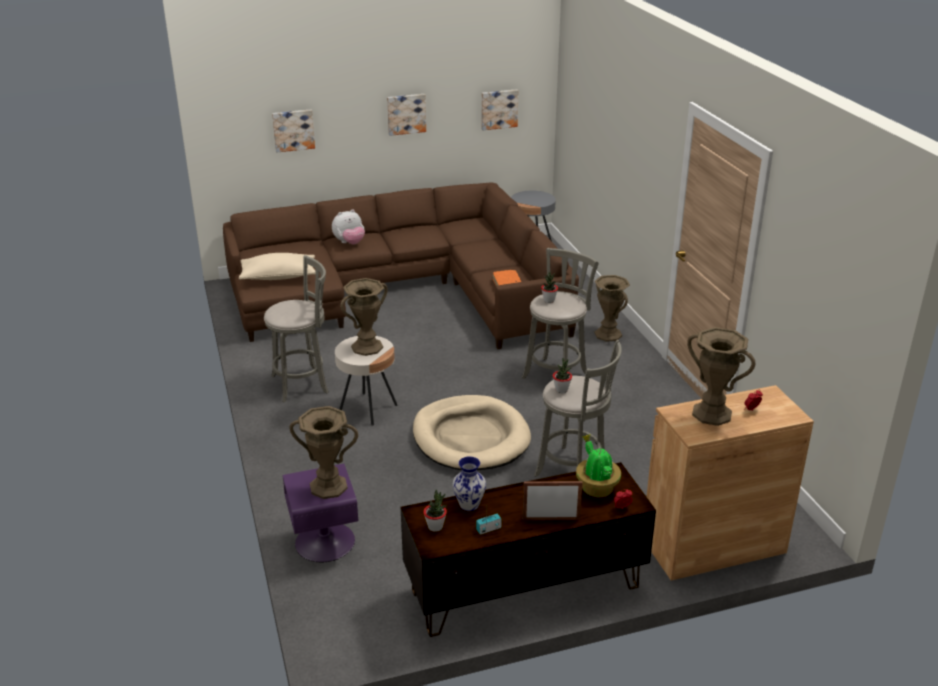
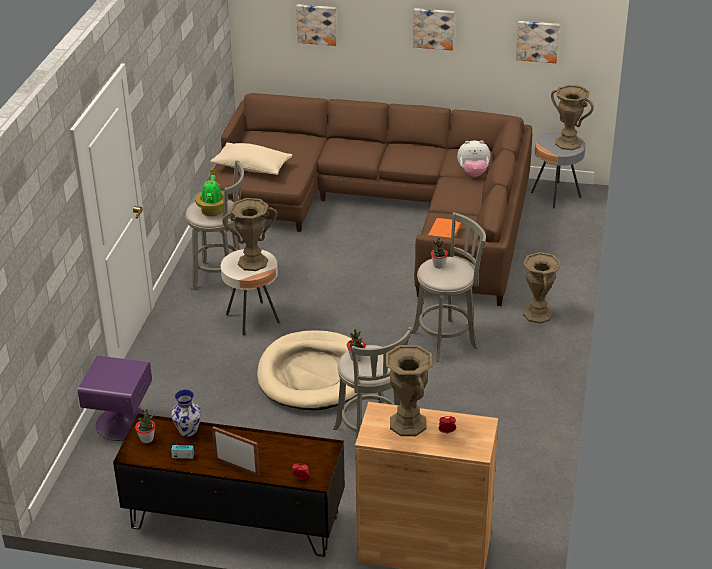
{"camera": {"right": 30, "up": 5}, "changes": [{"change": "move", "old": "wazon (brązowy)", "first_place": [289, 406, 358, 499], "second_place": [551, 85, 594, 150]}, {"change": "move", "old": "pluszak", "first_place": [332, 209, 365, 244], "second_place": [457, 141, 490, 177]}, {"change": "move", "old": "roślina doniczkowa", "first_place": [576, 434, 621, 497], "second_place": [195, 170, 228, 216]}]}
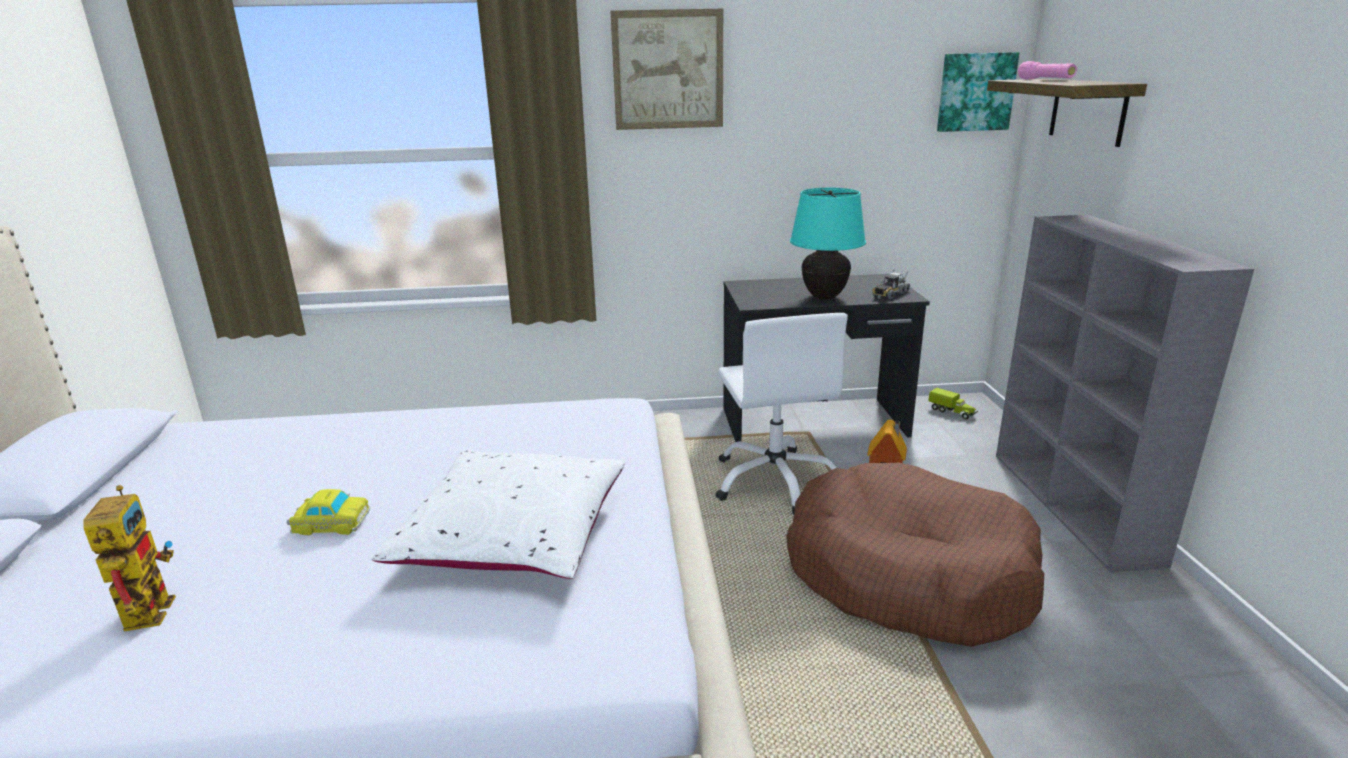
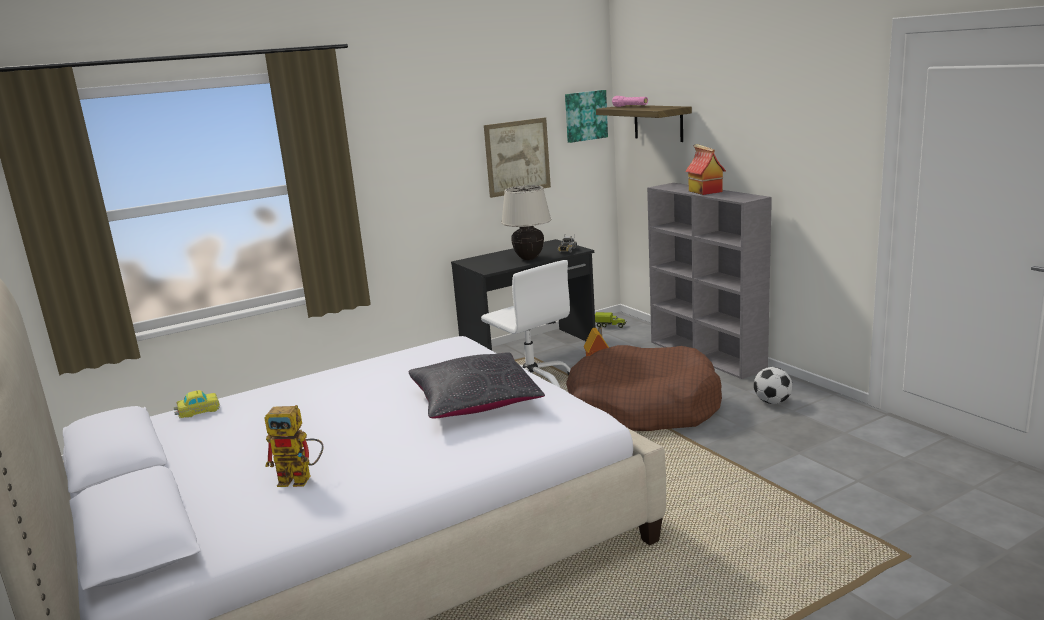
{"camera": {"right": -25, "up": -5}, "changes": [{"change": "rotate", "old": "robot zabawkowy", "first_place": [83, 485, 176, 631], "second_place": [264, 405, 324, 487], "degrees": 135}, {"change": "move", "old": "samochodzik", "first_place": [287, 489, 370, 535], "second_place": [173, 390, 220, 418]}, {"change": "recolor", "old": "poduszka (biały)", "new": "poduszka (czarny)", "first_place": [372, 450, 625, 579], "second_place": [409, 352, 545, 418]}, {"change": "move", "old": "obraz", "first_place": [610, 9, 723, 130], "second_place": [484, 118, 551, 198]}, {"change": "recolor", "old": "lampa stołowa (turkusowy)", "new": "lampa stołowa (beżowy)", "first_place": [790, 188, 866, 300], "second_place": [501, 185, 551, 260]}, {"change": "insert", "new": "domek", "second_place": [685, 144, 726, 195]}, {"change": "insert", "new": "piłka futbolowa", "second_place": [754, 367, 792, 404]}]}
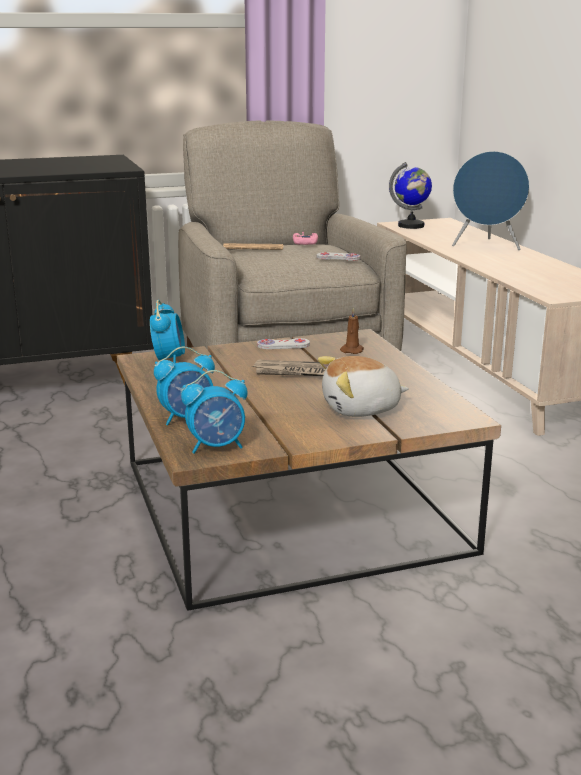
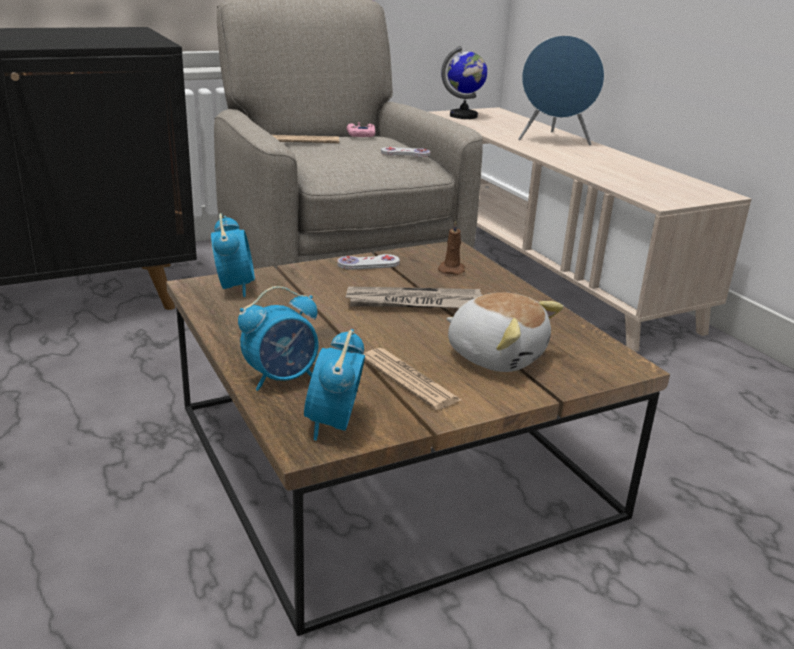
{"camera": {"right": -10, "up": 5}, "changes": [{"change": "rotate", "old": "budzik", "first_place": [181, 370, 248, 454], "second_place": [304, 329, 365, 440], "degrees": 120}, {"change": "rotate", "old": "pluszak", "first_place": [318, 356, 409, 417], "second_place": [446, 292, 564, 372], "degrees": -120}, {"change": "insert", "new": "gazeta", "second_place": [363, 348, 461, 410]}]}
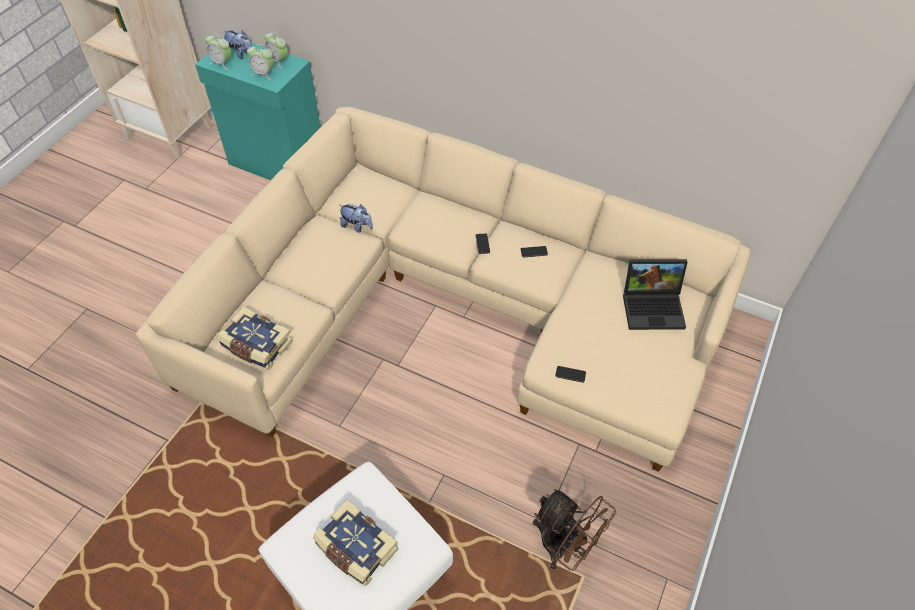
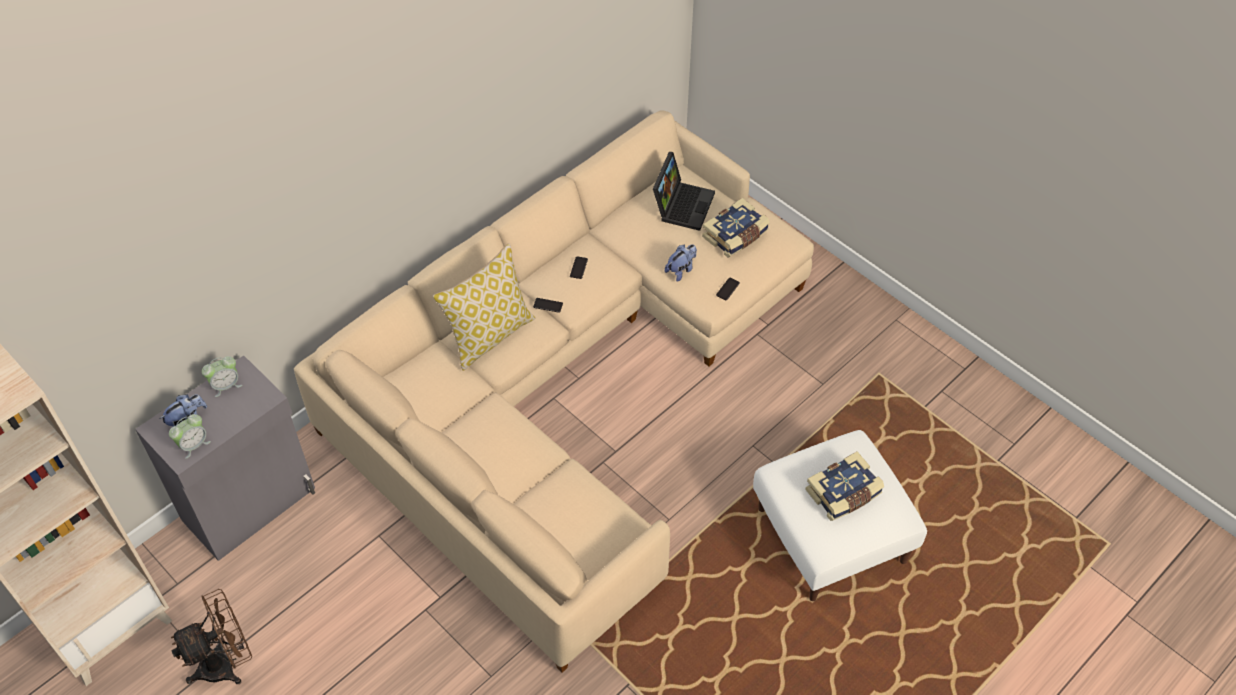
{"camera": {"right": -70, "up": 0}, "changes": [{"change": "recolor", "old": "szafka (turkusowy)", "new": "szafka (szary)", "first_place": [195, 42, 321, 180], "second_place": [135, 355, 315, 561]}, {"change": "move", "old": "książka", "first_place": [217, 306, 293, 370], "second_place": [702, 198, 770, 258]}, {"change": "delete", "old": "budzik", "first_place": [247, 44, 274, 80]}, {"change": "move", "old": "pluszak", "first_place": [340, 204, 373, 233], "second_place": [665, 244, 697, 282]}, {"change": "move", "old": "wentylator (brązowy)", "first_place": [533, 489, 616, 571], "second_place": [171, 589, 252, 684]}, {"change": "insert", "new": "poduszka", "second_place": [433, 243, 535, 371]}]}
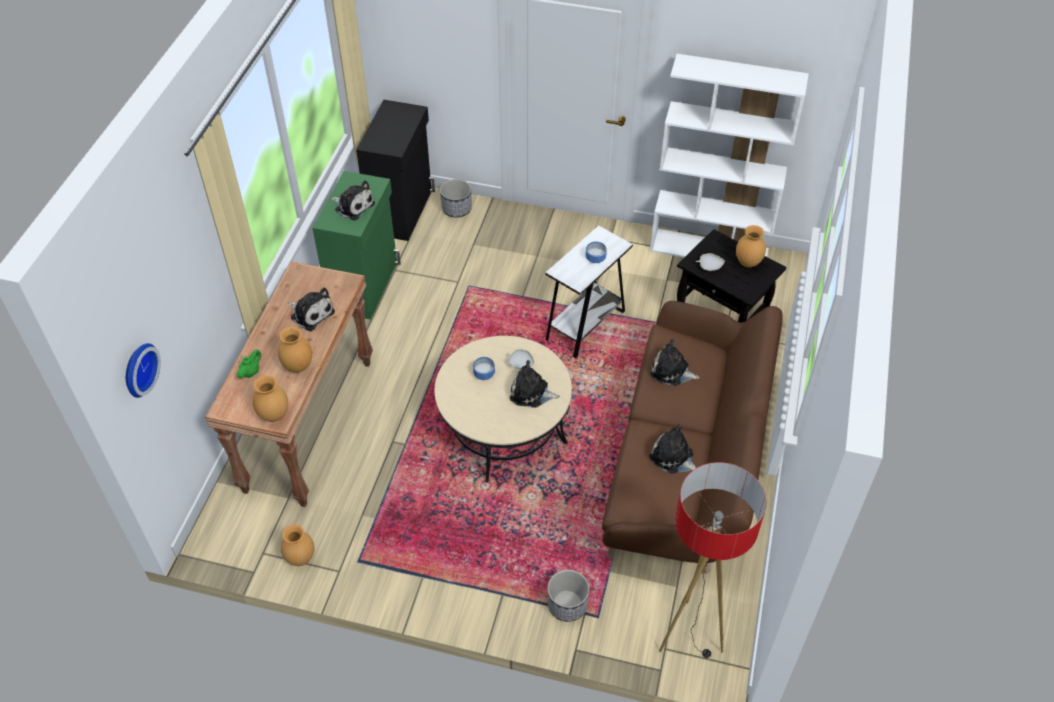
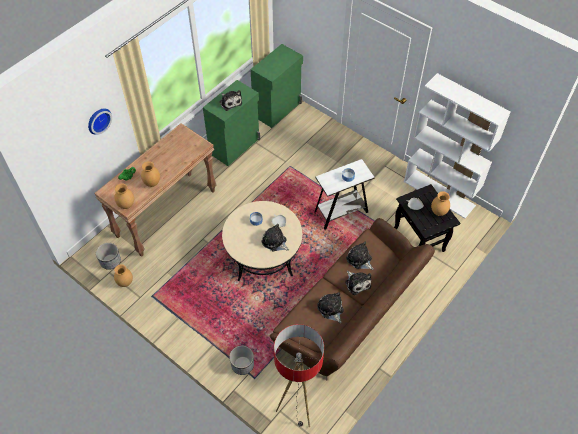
{"camera": {"right": 25, "up": 5}, "changes": [{"change": "move", "old": "zegar ścienny", "first_place": [126, 343, 161, 398], "second_place": [88, 109, 112, 135]}, {"change": "move", "old": "pluszak", "first_place": [288, 287, 335, 331], "second_place": [345, 271, 371, 295]}, {"change": "recolor", "old": "szafka (czarny)", "new": "szafka (zielony)", "first_place": [356, 100, 435, 241], "second_place": [250, 44, 303, 128]}, {"change": "move", "old": "donica", "first_place": [440, 179, 472, 217], "second_place": [96, 243, 121, 270]}]}
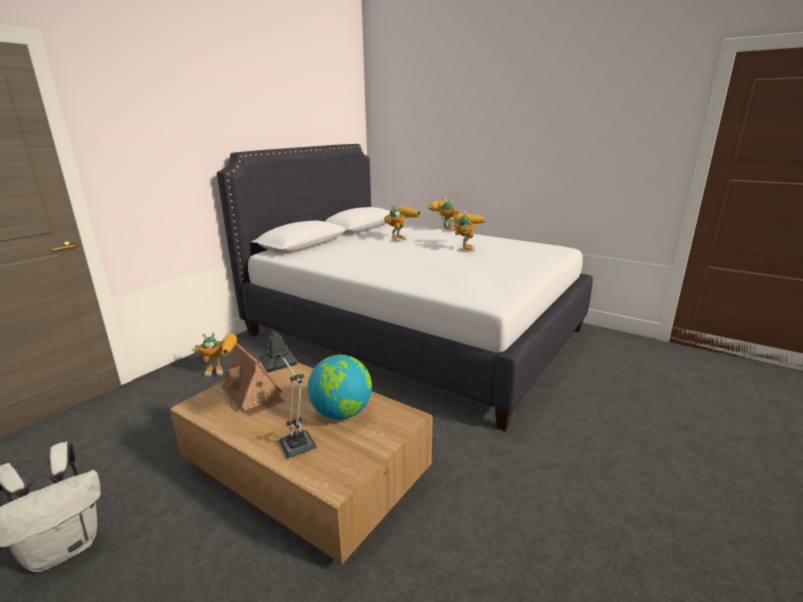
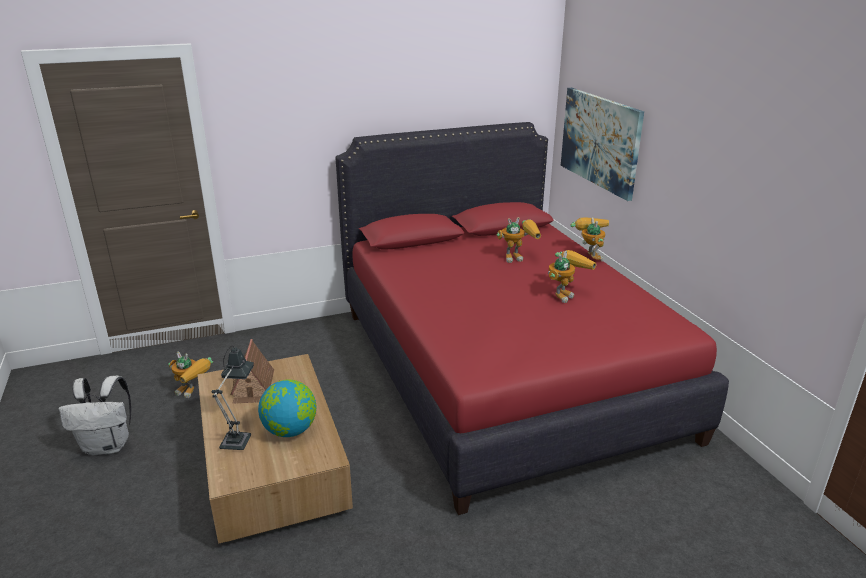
{"camera": {"right": 35, "up": 5}, "changes": [{"change": "move", "old": "robot zabawkowy", "first_place": [192, 332, 237, 377], "second_place": [168, 352, 213, 398]}, {"change": "recolor", "old": "łóżko (biały)", "new": "łóżko (czerwony)", "first_place": [217, 144, 593, 431], "second_place": [335, 122, 729, 515]}, {"change": "insert", "new": "obraz", "second_place": [561, 88, 644, 201]}]}
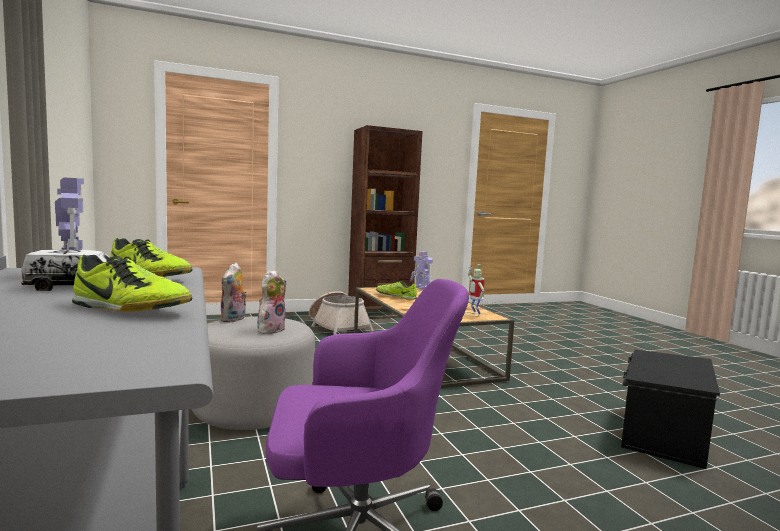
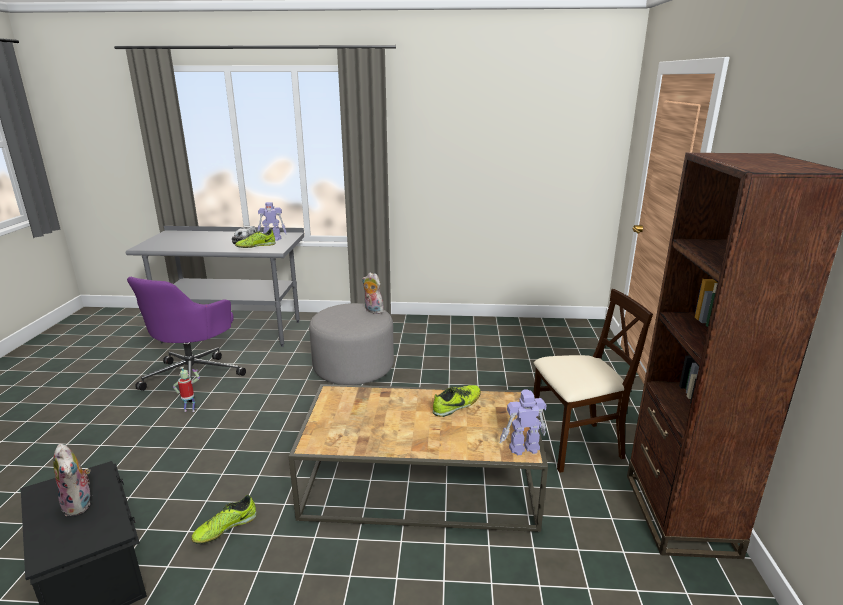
{"camera": {"right": 115, "up": 15}, "changes": [{"change": "move", "old": "but", "first_place": [72, 255, 192, 312], "second_place": [191, 495, 257, 544]}, {"change": "move", "old": "pluszak", "first_place": [257, 270, 286, 334], "second_place": [53, 444, 90, 516]}, {"change": "replace", "old": "koszyk", "new": "krzesło (beżowy)", "first_place": [309, 291, 374, 335], "second_place": [533, 289, 653, 473]}, {"change": "move", "old": "robot zabawkowy", "first_place": [468, 265, 485, 316], "second_place": [173, 367, 200, 412]}]}
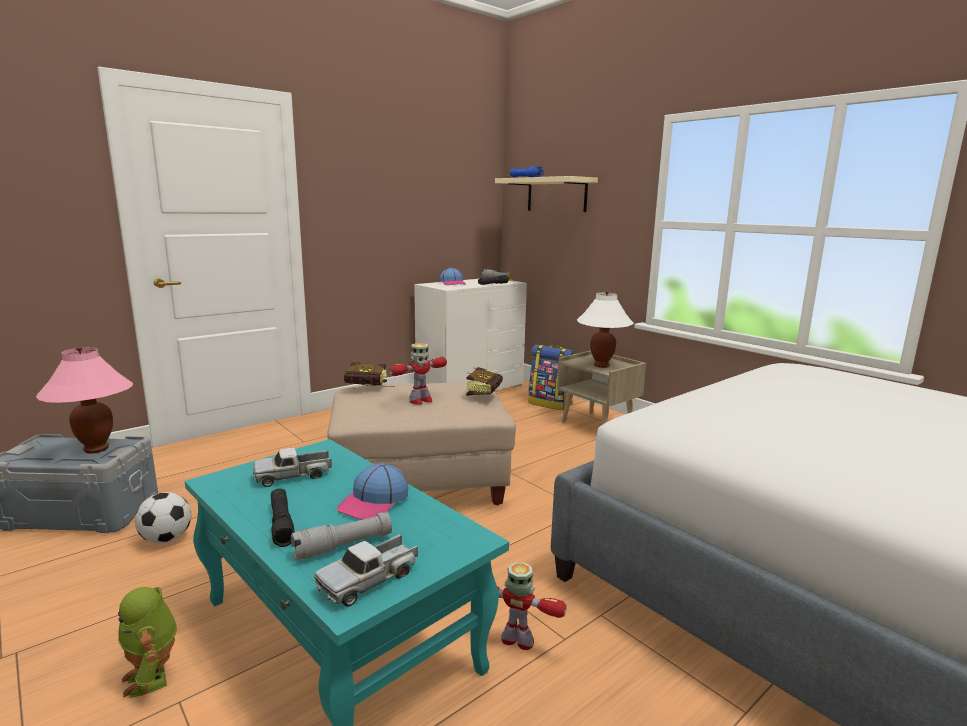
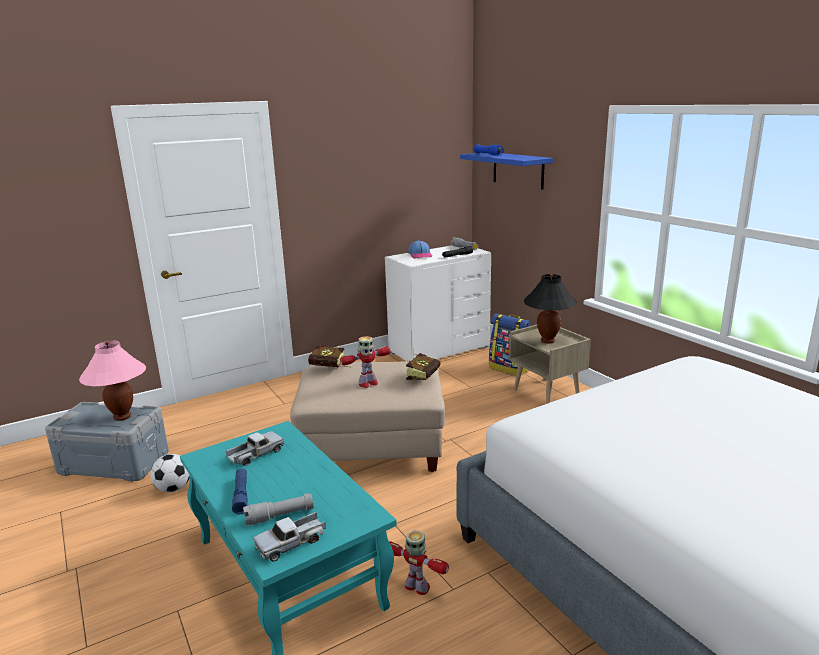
{"camera": {"right": 10, "up": 5}, "changes": [{"change": "delete", "old": "robot zabawkowy", "first_place": [118, 587, 177, 698]}, {"change": "rotate", "old": "ciężarówka zabawkowa", "first_place": [253, 448, 332, 487], "second_place": [226, 431, 284, 466], "degrees": 150}, {"change": "recolor", "old": "latarka (czarny)", "new": "latarka (niebieski)", "first_place": [271, 489, 295, 547], "second_place": [232, 468, 248, 514]}, {"change": "delete", "old": "czapka z daszkiem", "first_place": [337, 464, 408, 520]}, {"change": "recolor", "old": "półka (beżowy)", "new": "półka (niebieski)", "first_place": [495, 176, 598, 212], "second_place": [460, 153, 553, 190]}, {"change": "recolor", "old": "lampa stołowa (biały)", "new": "lampa stołowa (czarny)", "first_place": [577, 291, 634, 368], "second_place": [524, 274, 577, 344]}]}
